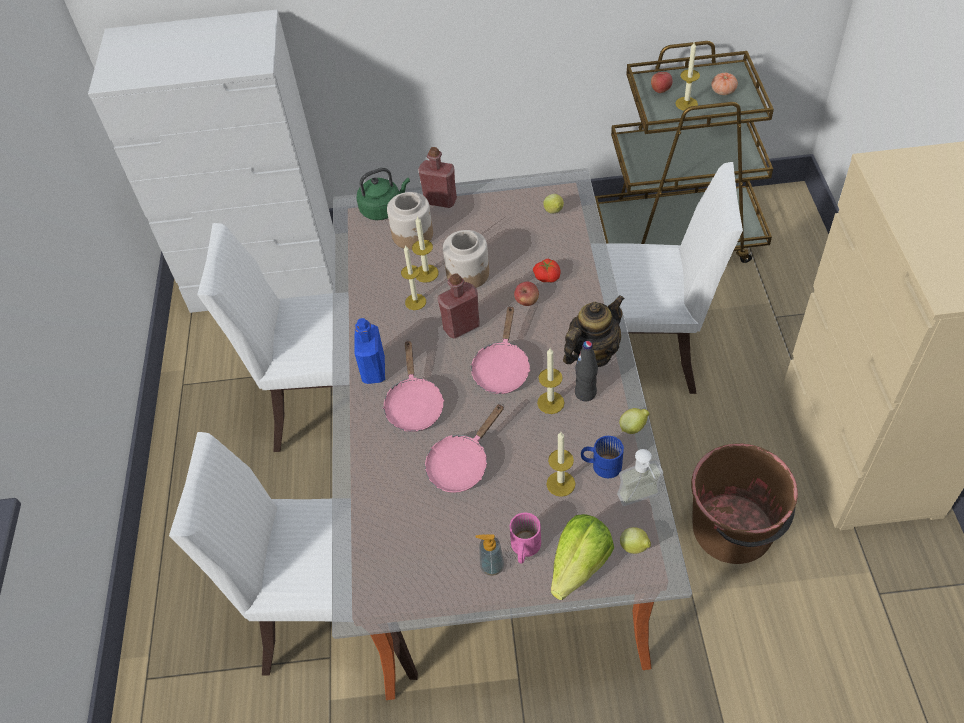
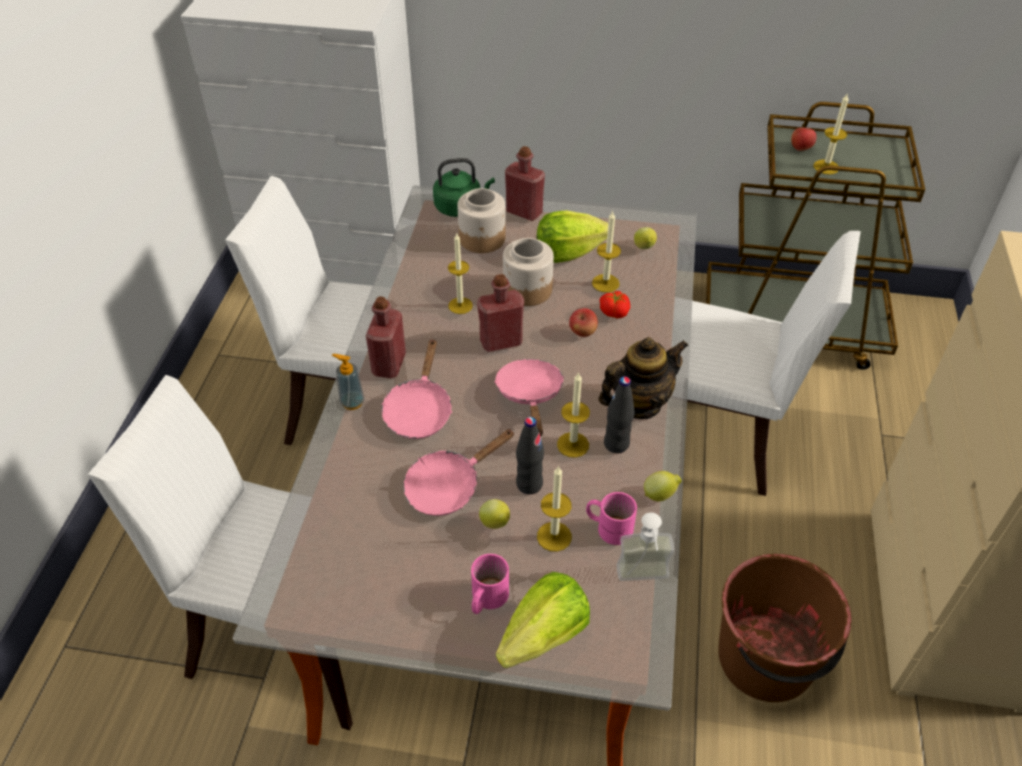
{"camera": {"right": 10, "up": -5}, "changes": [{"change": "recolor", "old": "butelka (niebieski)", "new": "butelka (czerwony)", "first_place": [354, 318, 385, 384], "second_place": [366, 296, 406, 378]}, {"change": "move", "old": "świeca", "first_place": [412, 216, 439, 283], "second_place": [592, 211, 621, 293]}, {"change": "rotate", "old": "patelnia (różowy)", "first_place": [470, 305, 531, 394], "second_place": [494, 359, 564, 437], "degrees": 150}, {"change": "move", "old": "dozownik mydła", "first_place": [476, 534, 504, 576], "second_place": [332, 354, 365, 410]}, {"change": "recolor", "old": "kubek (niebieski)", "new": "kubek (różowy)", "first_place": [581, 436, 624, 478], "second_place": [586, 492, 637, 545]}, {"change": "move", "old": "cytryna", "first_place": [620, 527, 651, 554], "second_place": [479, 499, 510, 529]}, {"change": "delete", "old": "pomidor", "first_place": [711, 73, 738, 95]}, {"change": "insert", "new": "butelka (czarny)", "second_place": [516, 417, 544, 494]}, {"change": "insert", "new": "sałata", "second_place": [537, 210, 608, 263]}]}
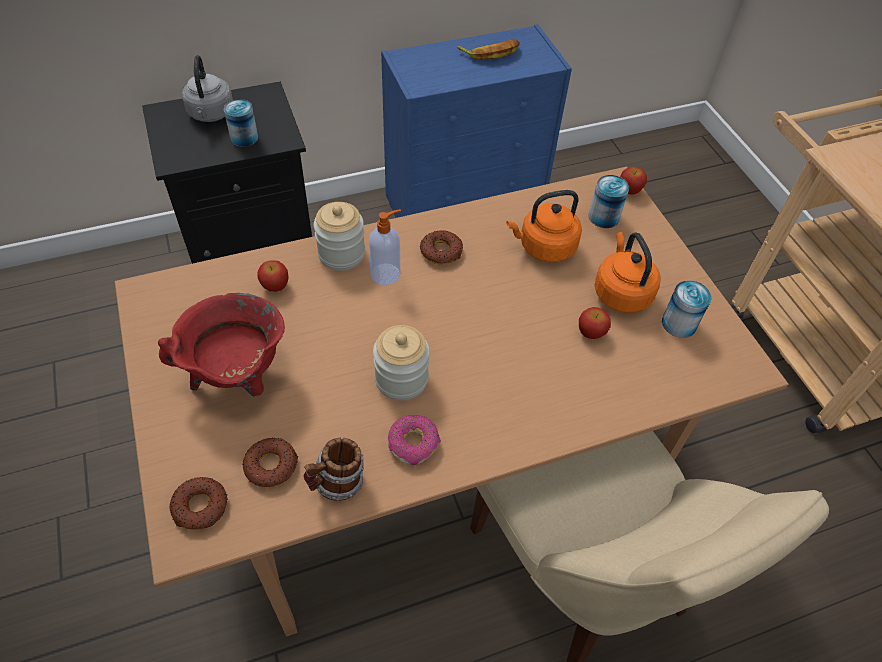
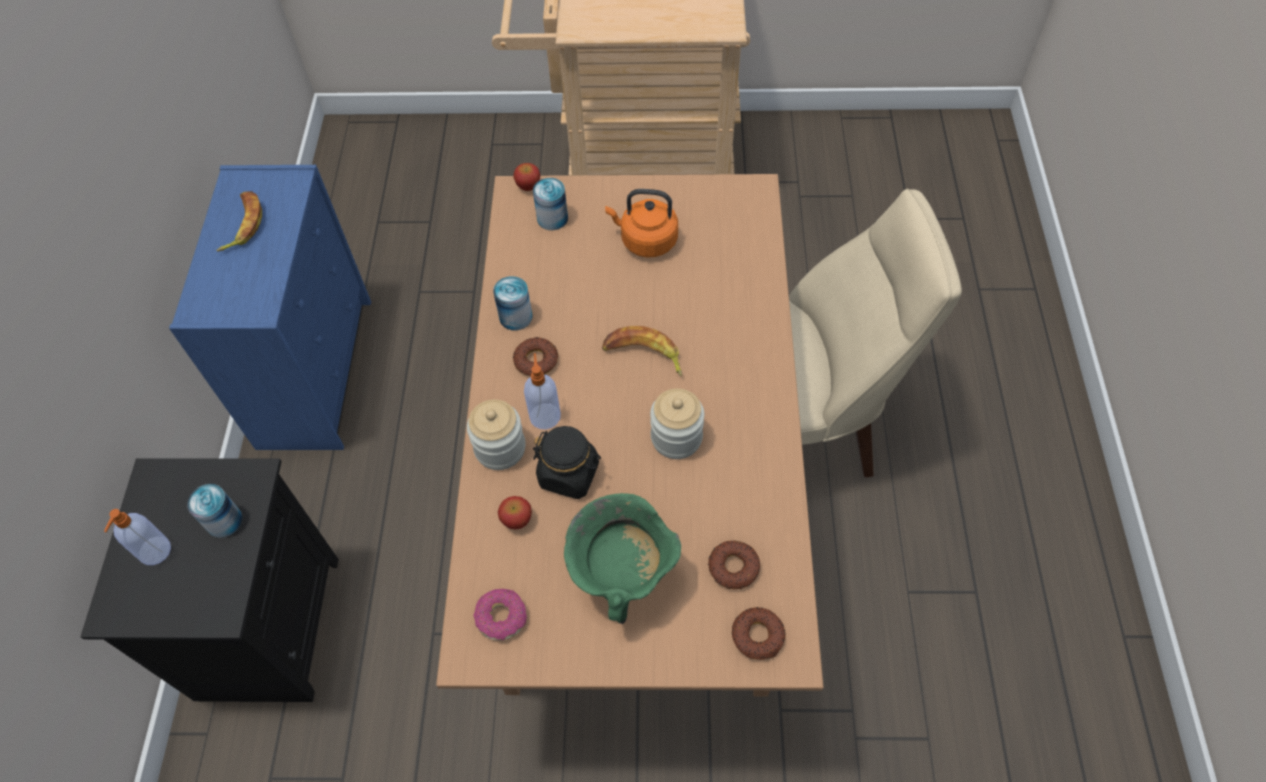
{"camera": {"right": -65, "up": 5}, "changes": [{"change": "recolor", "old": "garnek (czerwony)", "new": "garnek (zielony)", "first_place": [158, 293, 285, 396], "second_place": [564, 493, 681, 624]}, {"change": "replace", "old": "czajnik (szary)", "new": "dozownik mydła", "first_place": [182, 55, 233, 122], "second_place": [104, 509, 171, 565]}, {"change": "delete", "old": "kubek", "first_place": [303, 438, 364, 501]}, {"change": "move", "old": "donut", "first_place": [388, 415, 441, 465], "second_place": [474, 589, 527, 641]}, {"change": "delete", "old": "czajnik (pomarańczowy)", "first_place": [507, 190, 582, 262]}, {"change": "delete", "old": "jabłko", "first_place": [579, 307, 611, 339]}, {"change": "move", "old": "puszka", "first_place": [662, 280, 712, 338], "second_place": [493, 276, 533, 331]}, {"change": "insert", "new": "słoik (czarny)", "second_place": [533, 426, 601, 499]}, {"change": "insert", "new": "banan", "second_place": [602, 326, 682, 377]}]}
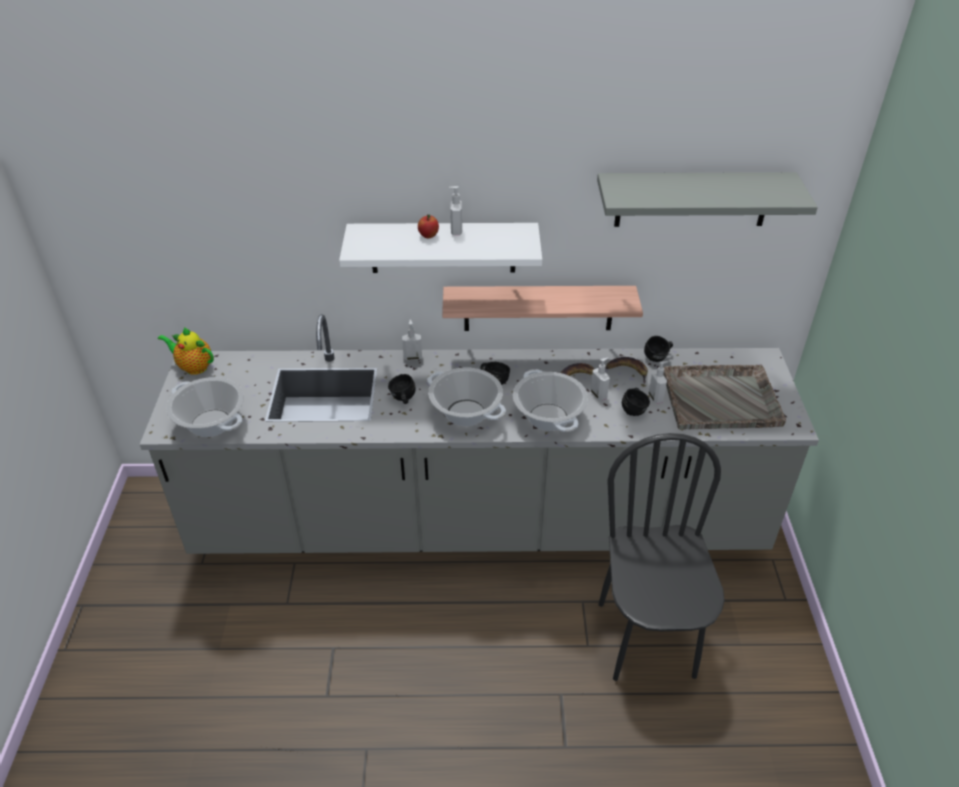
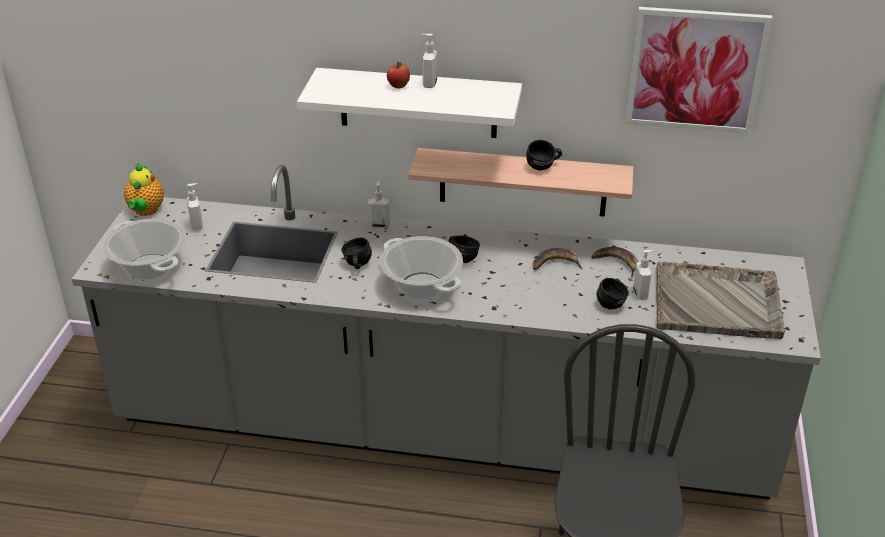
{"camera": {"right": 10, "up": -5}, "changes": [{"change": "rotate", "old": "imbryk", "first_place": [158, 327, 214, 375], "second_place": [124, 163, 164, 216], "degrees": -120}, {"change": "delete", "old": "garnek", "first_place": [513, 369, 588, 432]}, {"change": "move", "old": "dozownik mydła", "first_place": [591, 358, 610, 401], "second_place": [187, 183, 203, 231]}, {"change": "replace", "old": "półka (szary)", "new": "obraz", "first_place": [597, 172, 818, 227], "second_place": [626, 7, 772, 134]}, {"change": "move", "old": "kubek (czarny)", "first_place": [644, 336, 673, 362], "second_place": [526, 140, 562, 171]}]}
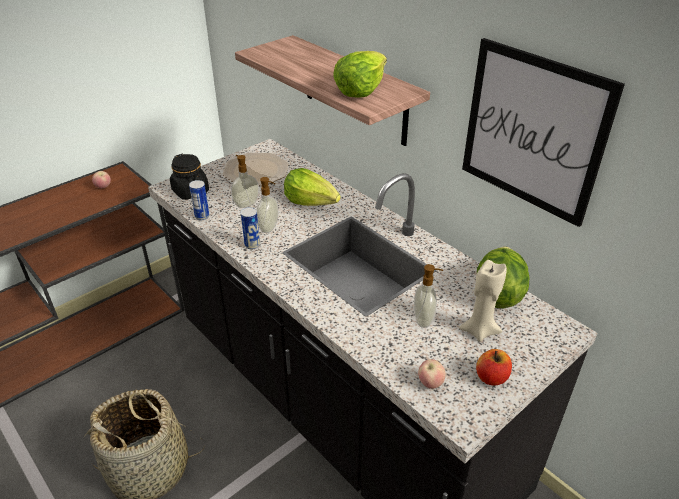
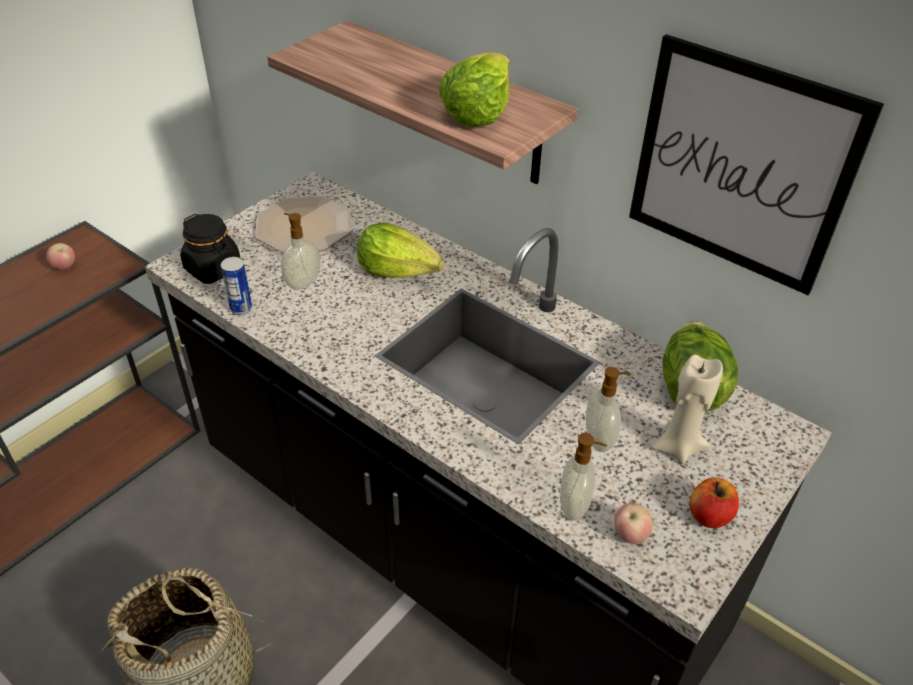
{"camera": {"right": -10, "up": 5}, "changes": [{"change": "delete", "old": "puszka", "first_place": [241, 207, 260, 249]}, {"change": "move", "old": "dozownik mydła", "first_place": [257, 177, 278, 233], "second_place": [560, 433, 607, 521]}]}
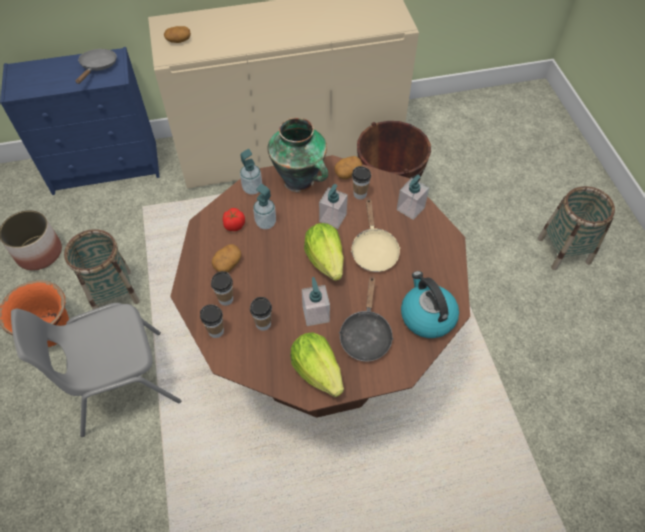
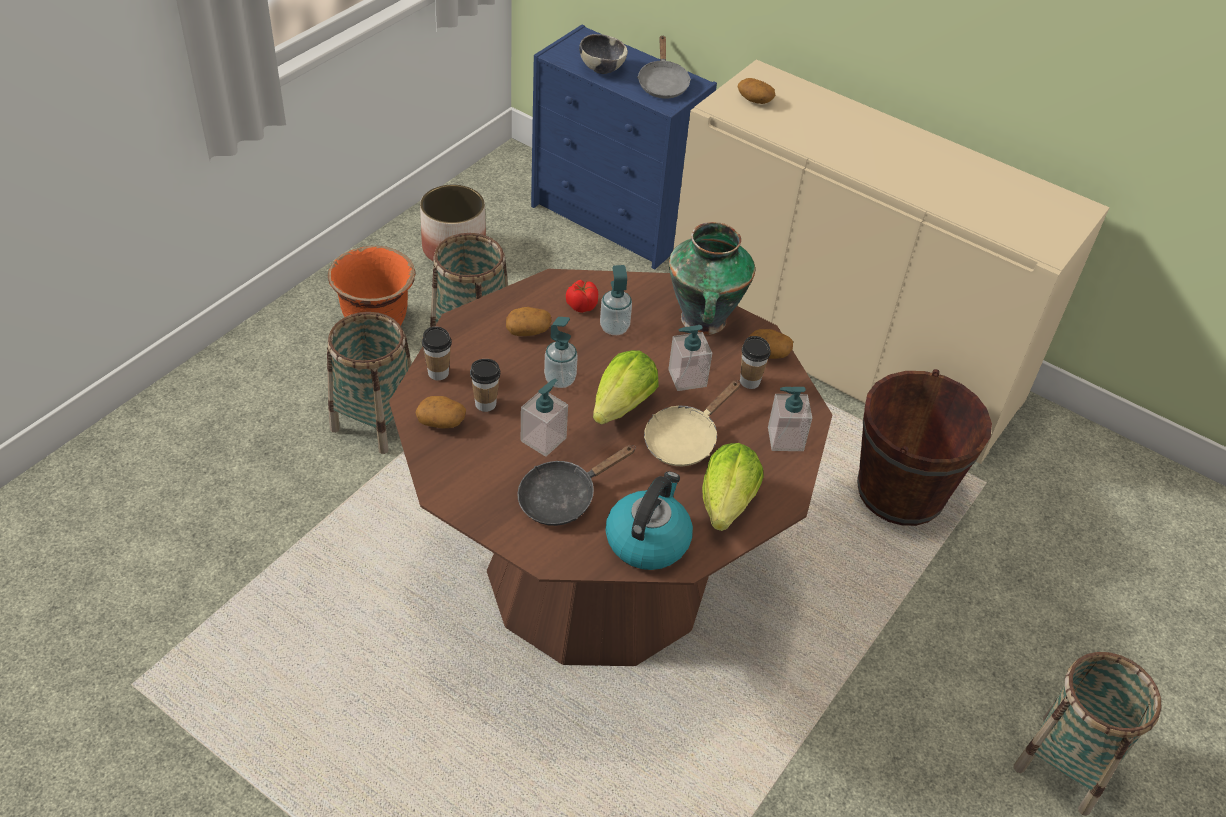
{"camera": {"right": 45, "up": -10}, "changes": [{"change": "replace", "old": "krzesło (szary)", "new": "koszyk", "first_place": [11, 303, 181, 437], "second_place": [327, 312, 412, 454]}, {"change": "rotate", "old": "patelnia (szary)", "first_place": [76, 49, 117, 84], "second_place": [637, 35, 691, 99], "degrees": 120}, {"change": "delete", "old": "filiżanka", "first_place": [211, 271, 233, 306]}, {"change": "move", "old": "dozownik mydła", "first_place": [240, 149, 262, 195], "second_place": [544, 317, 578, 388]}, {"change": "move", "old": "sałata", "first_place": [290, 332, 344, 397], "second_place": [702, 443, 764, 531]}, {"change": "insert", "new": "ziemniak", "second_place": [416, 396, 466, 428]}, {"change": "insert", "new": "miska", "second_place": [579, 34, 628, 74]}]}
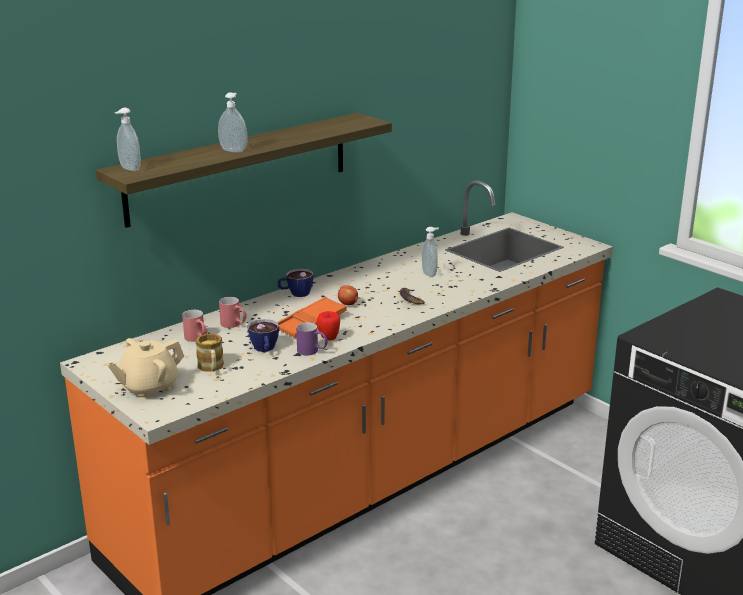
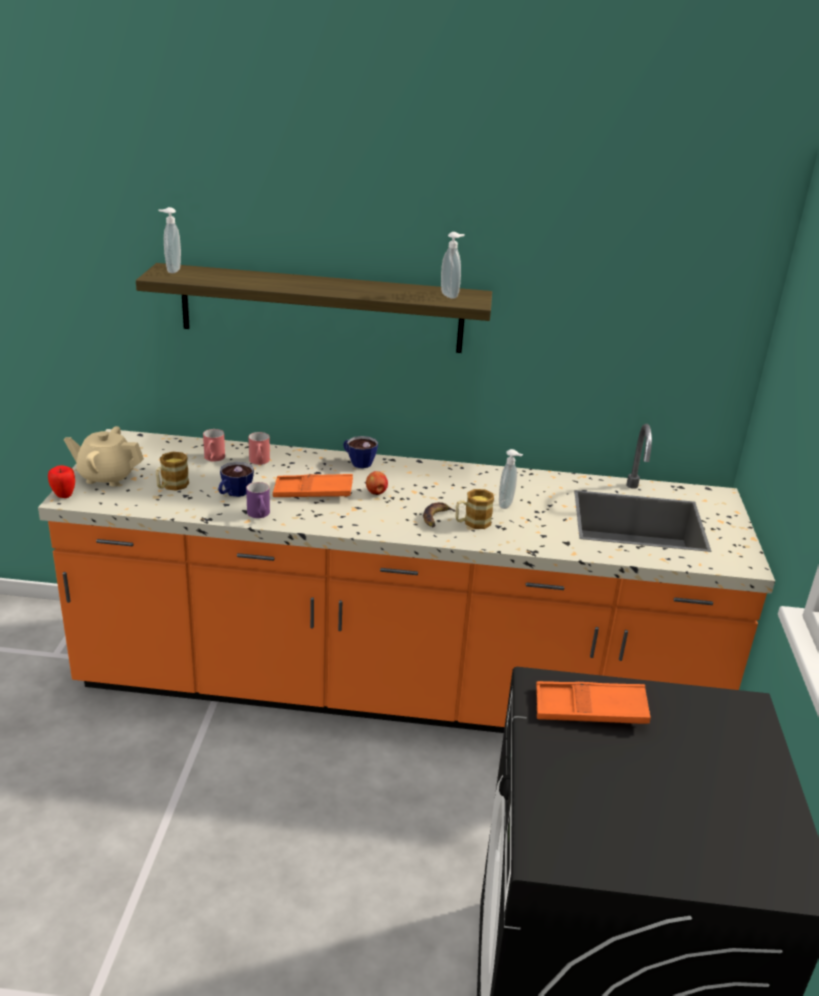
{"camera": {"right": 45, "up": 5}, "changes": [{"change": "move", "old": "dozownik mydła", "first_place": [218, 92, 248, 153], "second_place": [441, 232, 465, 299]}, {"change": "move", "old": "jabłko", "first_place": [317, 311, 340, 340], "second_place": [48, 465, 75, 498]}, {"change": "insert", "new": "kubek", "second_place": [456, 489, 494, 529]}, {"change": "insert", "new": "taca (pomarańczowy)", "second_place": [536, 681, 651, 724]}]}
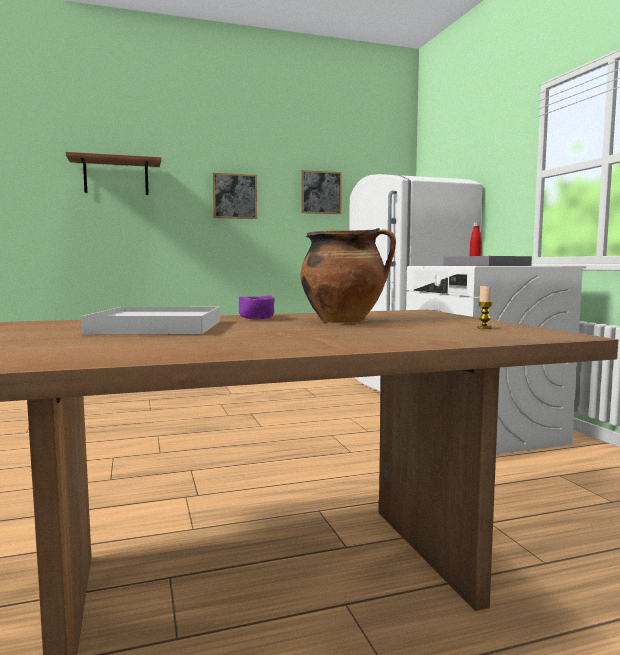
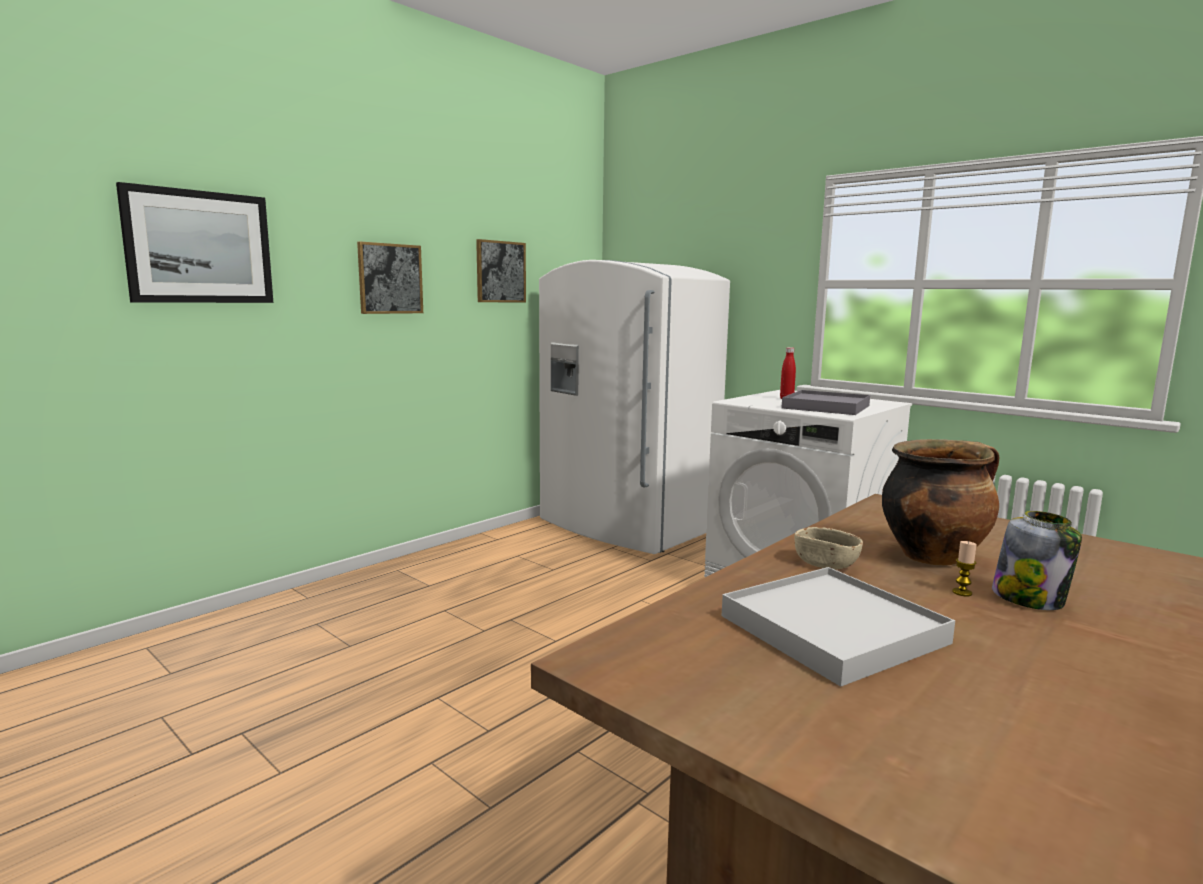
{"camera": {"right": -30, "up": 5}, "changes": [{"change": "replace", "old": "półka (brązowy)", "new": "obraz", "first_place": [66, 152, 161, 195], "second_place": [116, 182, 273, 303]}, {"change": "recolor", "old": "miska (fioletowy)", "new": "miska (beżowy)", "first_place": [239, 295, 275, 319], "second_place": [795, 527, 863, 570]}, {"change": "move", "old": "świeca", "first_place": [477, 286, 493, 329], "second_place": [952, 541, 977, 596]}, {"change": "insert", "new": "słoik", "second_place": [992, 511, 1082, 610]}]}
